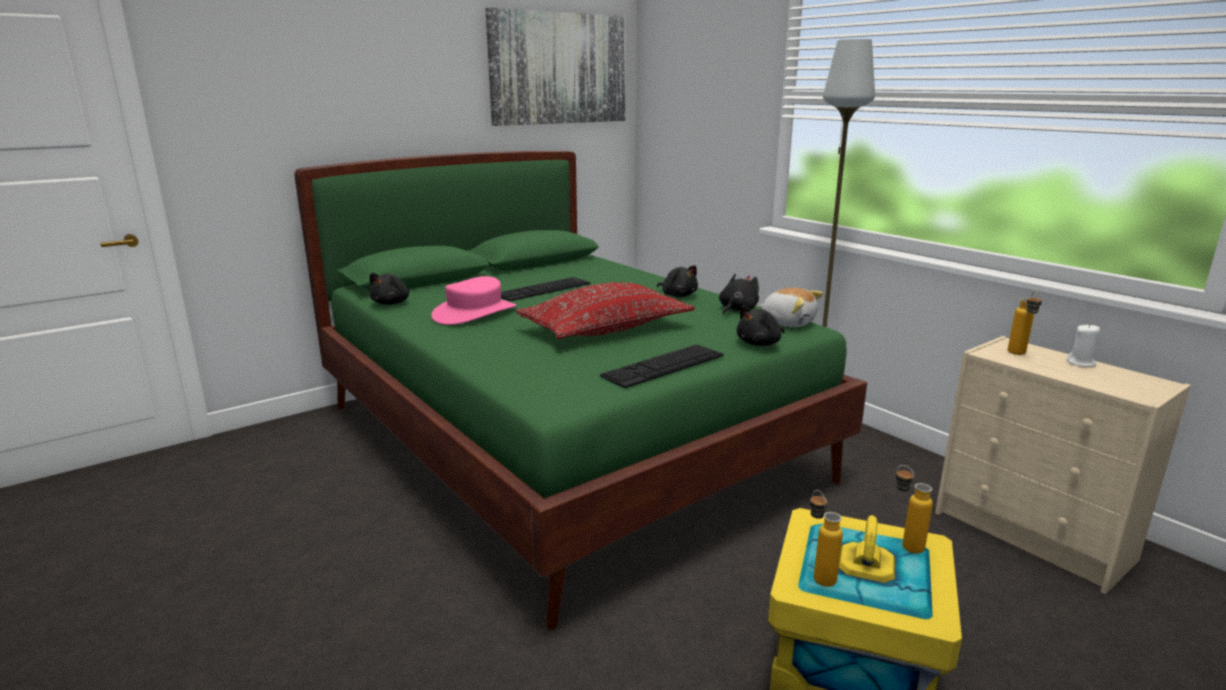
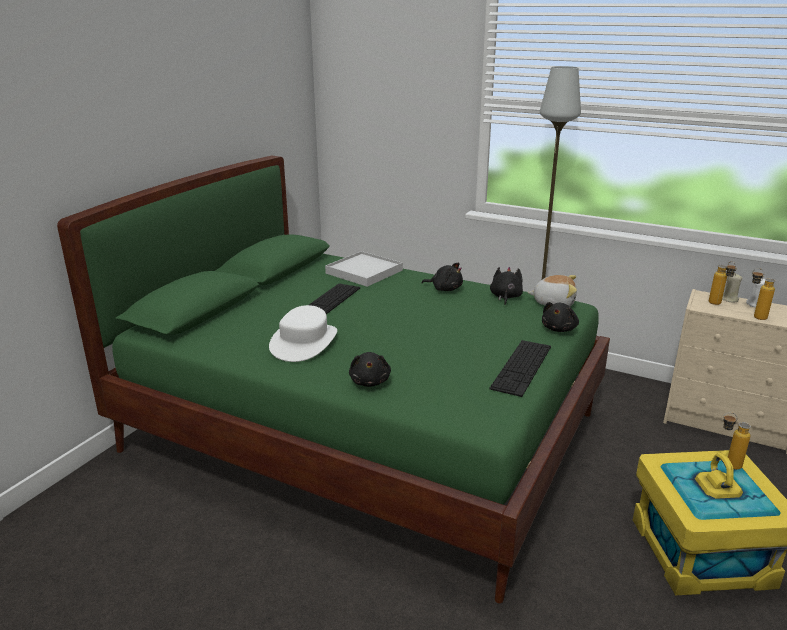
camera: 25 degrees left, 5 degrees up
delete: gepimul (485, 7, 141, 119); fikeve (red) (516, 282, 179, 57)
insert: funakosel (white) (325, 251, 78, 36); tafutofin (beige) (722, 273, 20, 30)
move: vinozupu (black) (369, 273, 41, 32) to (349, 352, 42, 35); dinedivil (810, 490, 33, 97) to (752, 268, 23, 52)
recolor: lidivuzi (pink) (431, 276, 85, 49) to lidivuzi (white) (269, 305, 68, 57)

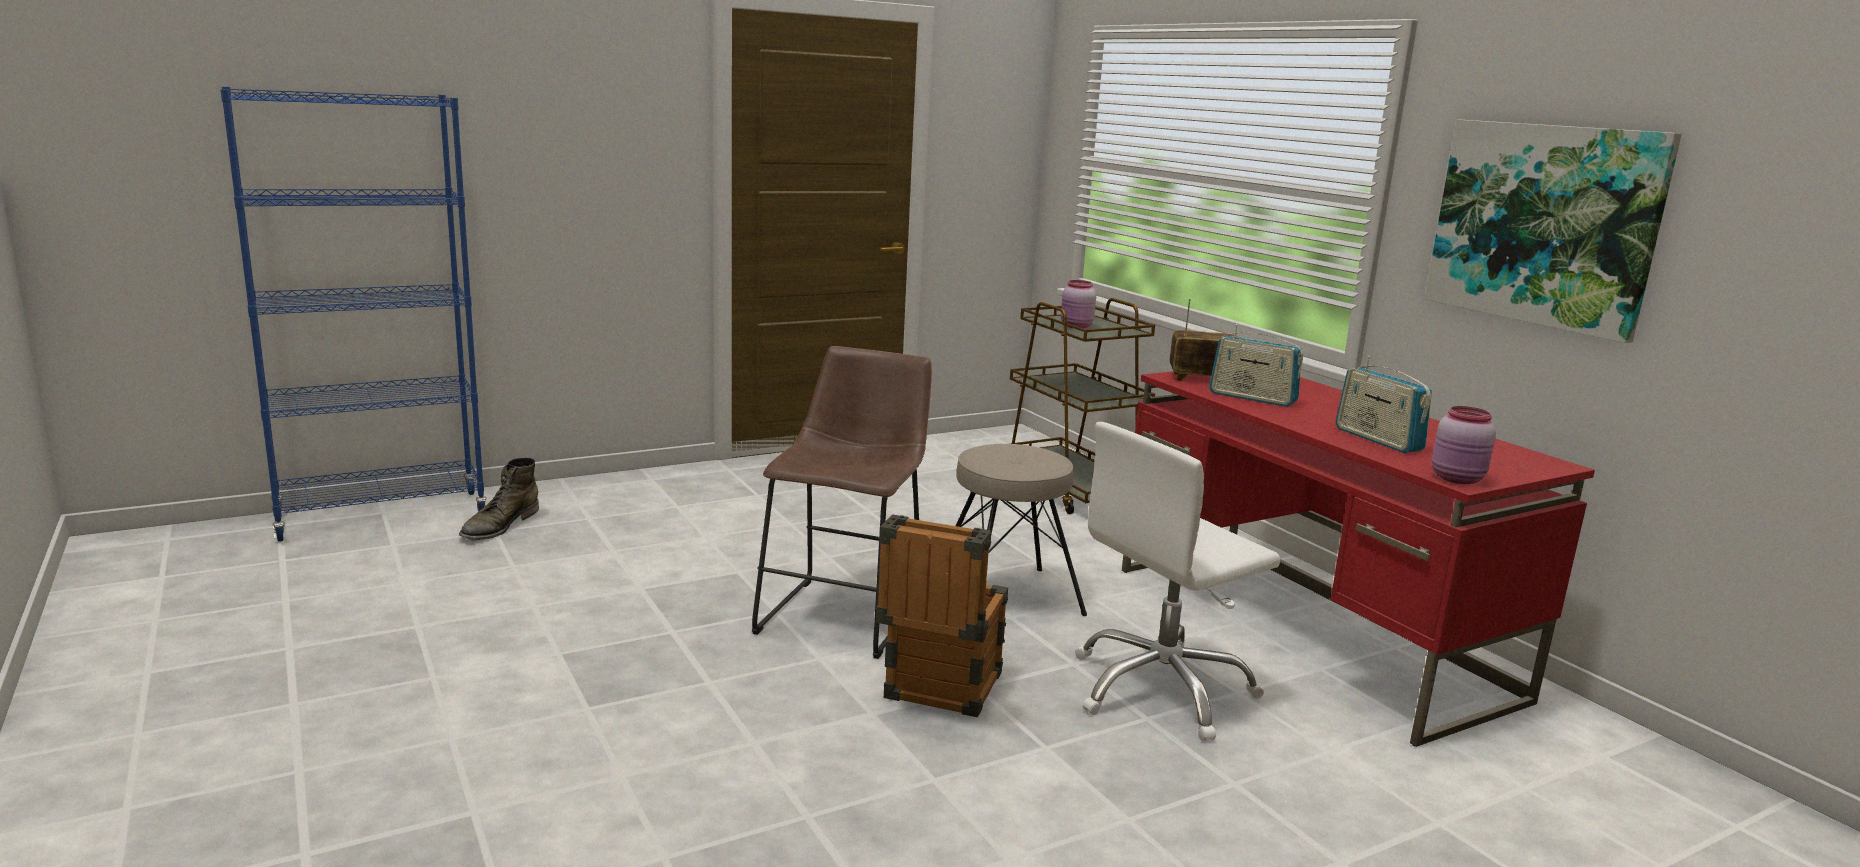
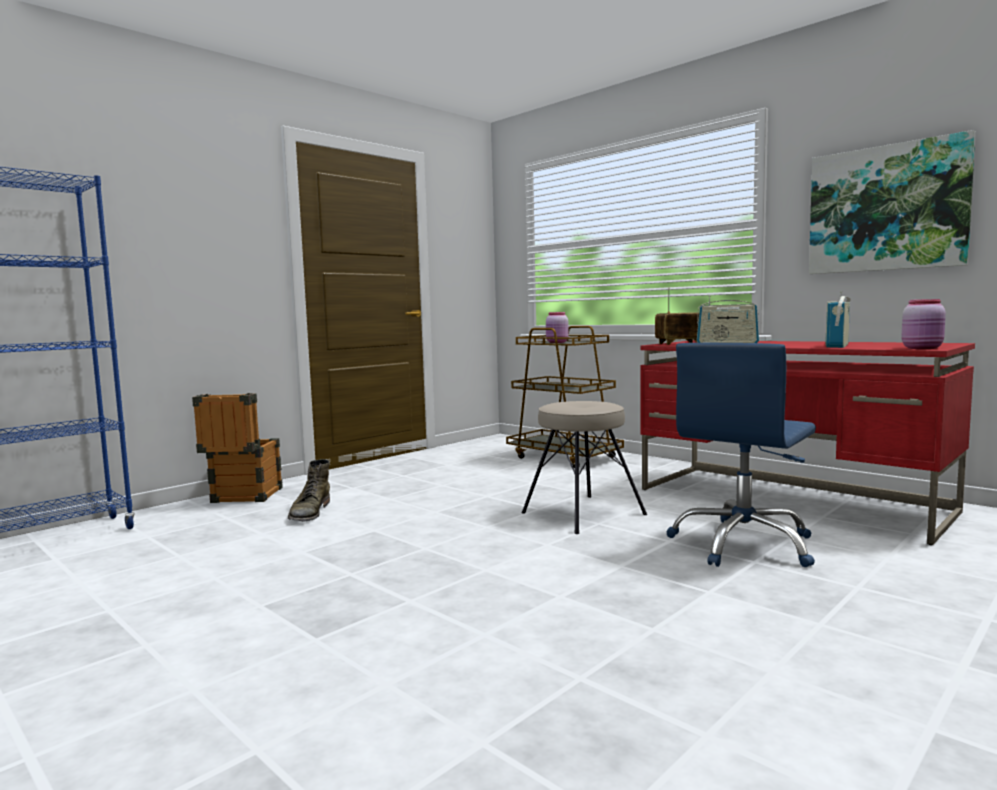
camera: 15 degrees left, 10 degrees down
delete: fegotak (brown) (752, 346, 180, 313)
move: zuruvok (876, 514, 132, 203) to (192, 393, 91, 110); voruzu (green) (459, 457, 80, 83) to (288, 459, 42, 63)
recolor: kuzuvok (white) (1075, 422, 206, 319) to kuzuvok (blue) (666, 343, 150, 224)
rotate: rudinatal (1336, 356, 96, 97) = (825, 291, 25, 57) 75 degrees clockwise

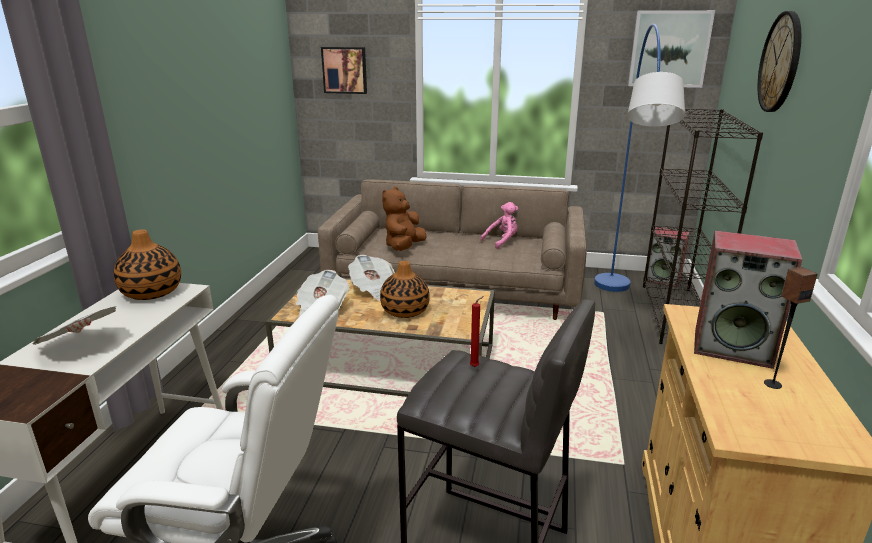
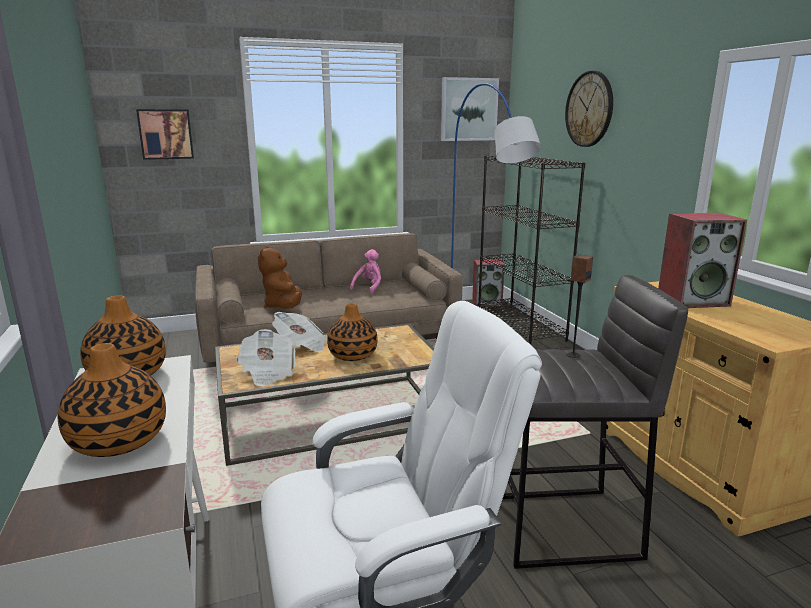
camera: 30 degrees left, 5 degrees down
delete: tafutofin (red) (470, 296, 14, 71)
move: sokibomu (764, 267, 53, 122) to (567, 255, 26, 103)
replace: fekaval (32, 307, 84, 38) to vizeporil (58, 343, 108, 114)

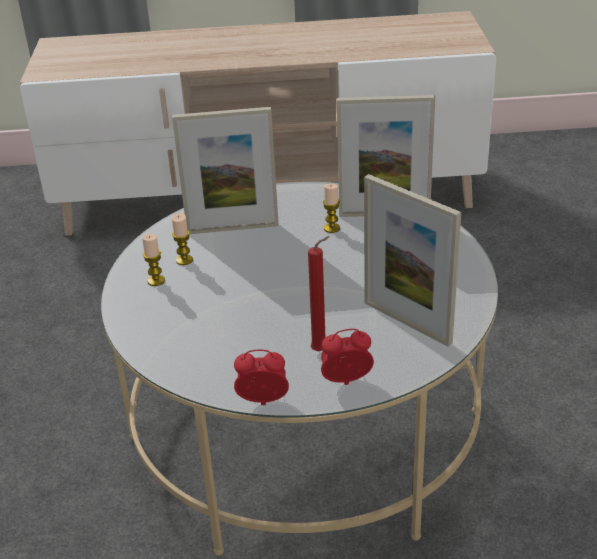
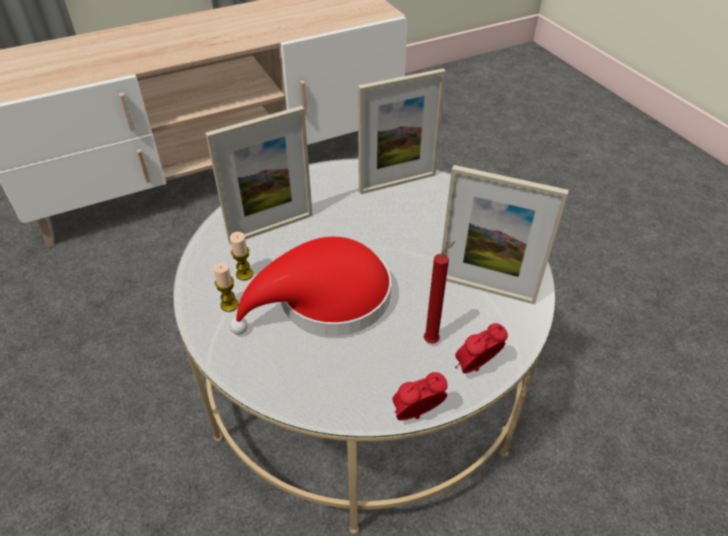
camera: 25 degrees left, 10 degrees up
delete: tafutofin (323, 183, 17, 50)
insert: lidivuzi (red) (230, 237, 161, 99)

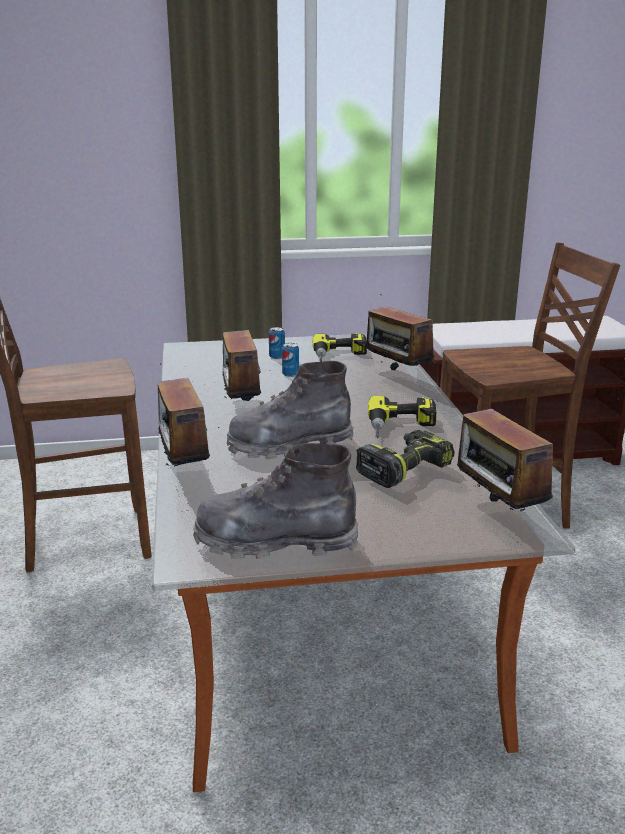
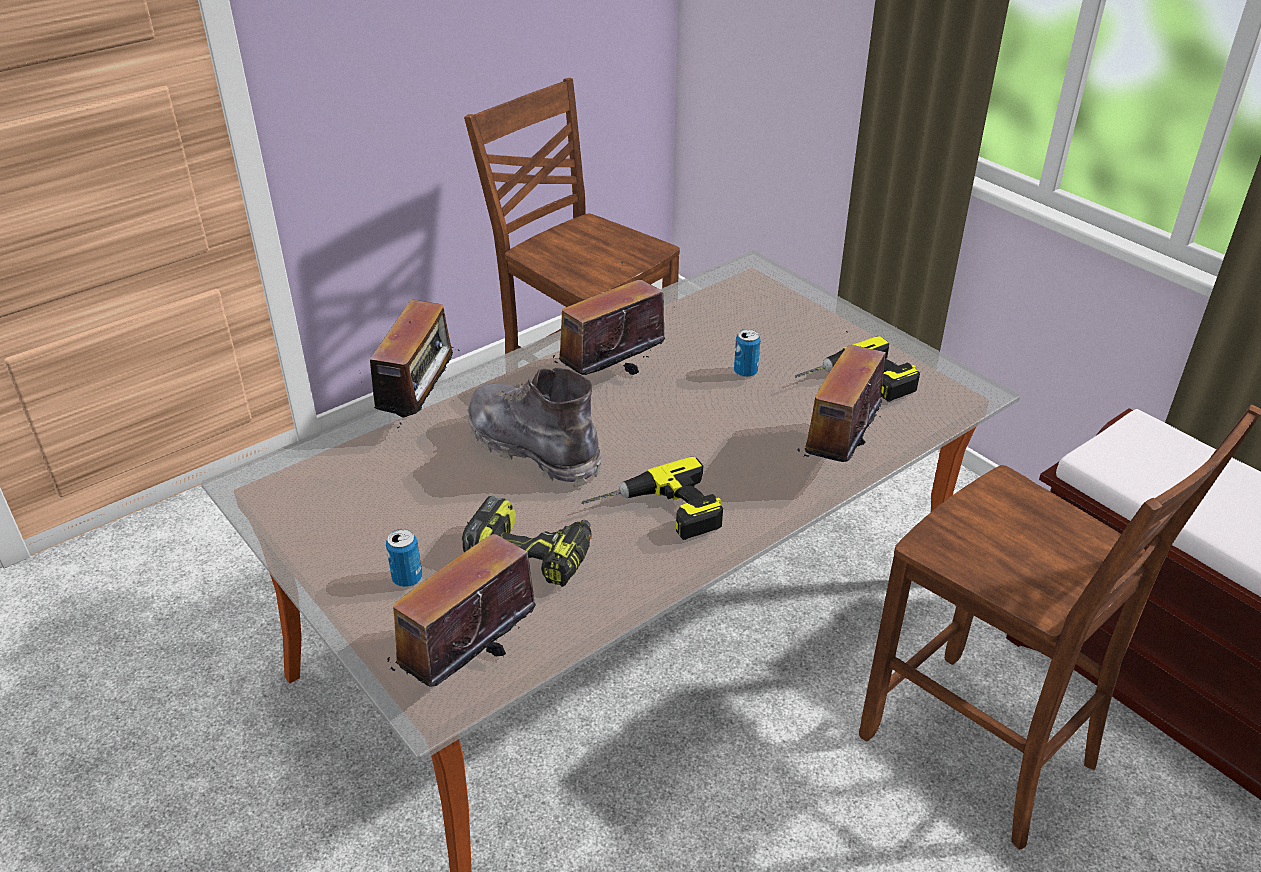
camera: 60 degrees right, 15 degrees up
delete: voruzu (grey) (193, 443, 165, 117)
move: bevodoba (269, 327, 16, 32) to (386, 529, 36, 58)
rotate: rudinatal (142, 363, 77, 104) = (360, 299, 100, 129) 150 degrees clockwise

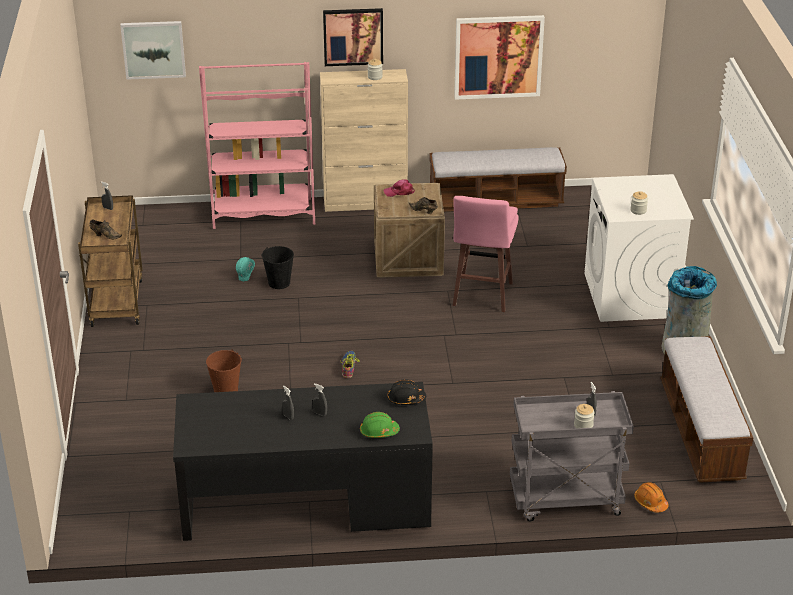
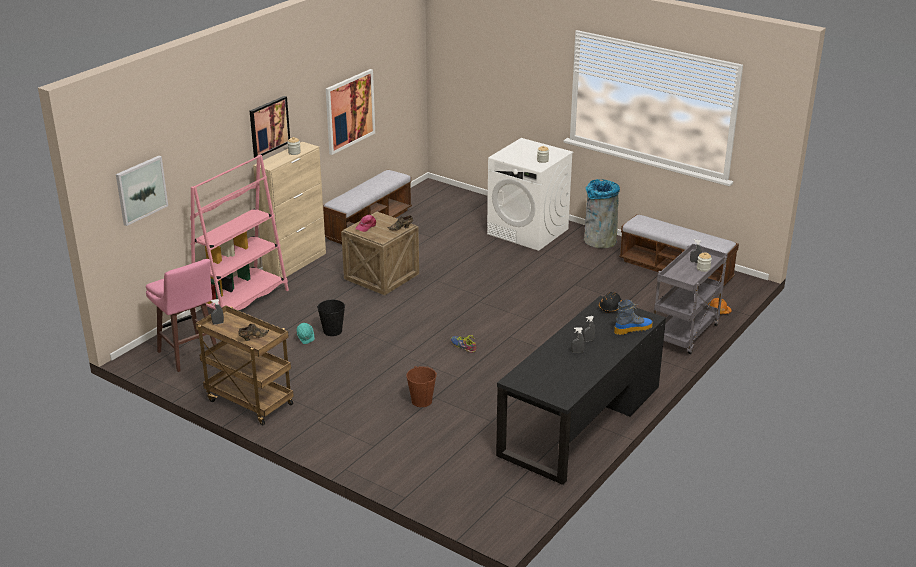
camera: 50 degrees left, 5 degrees down
move: fegotak (pink) (452, 196, 67, 116) to (146, 259, 71, 113)
replace: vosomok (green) (360, 412, 40, 26) to voruzu (614, 300, 38, 35)

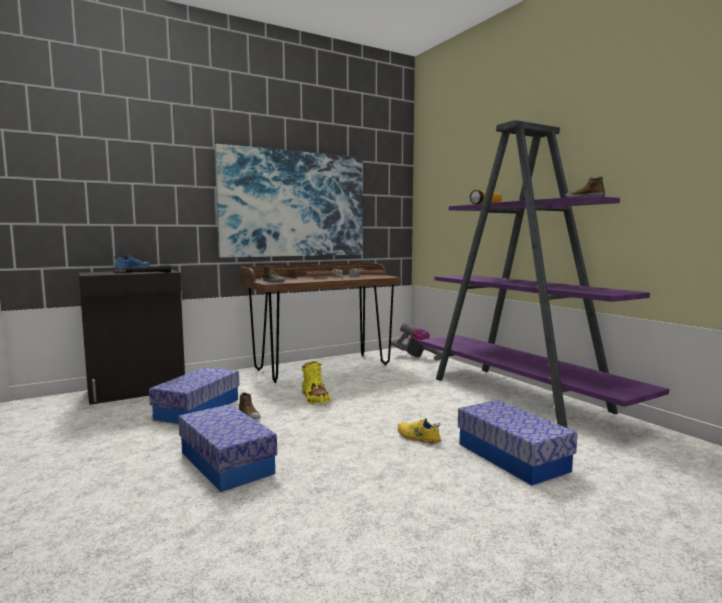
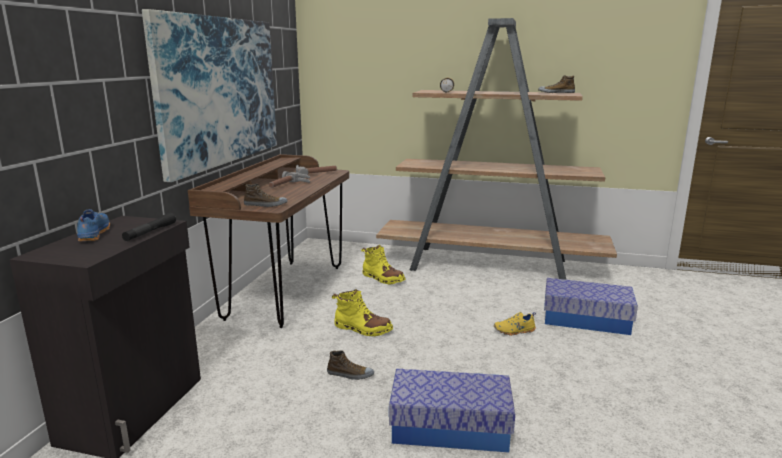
camera: 45 degrees left, 10 degrees up
delete: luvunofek (149, 367, 90, 57); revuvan (391, 323, 52, 38)
insert: voruzu (yellow) (361, 245, 45, 39)
recolor: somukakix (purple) (419, 120, 250, 308) to somukakix (brown) (376, 18, 241, 262)

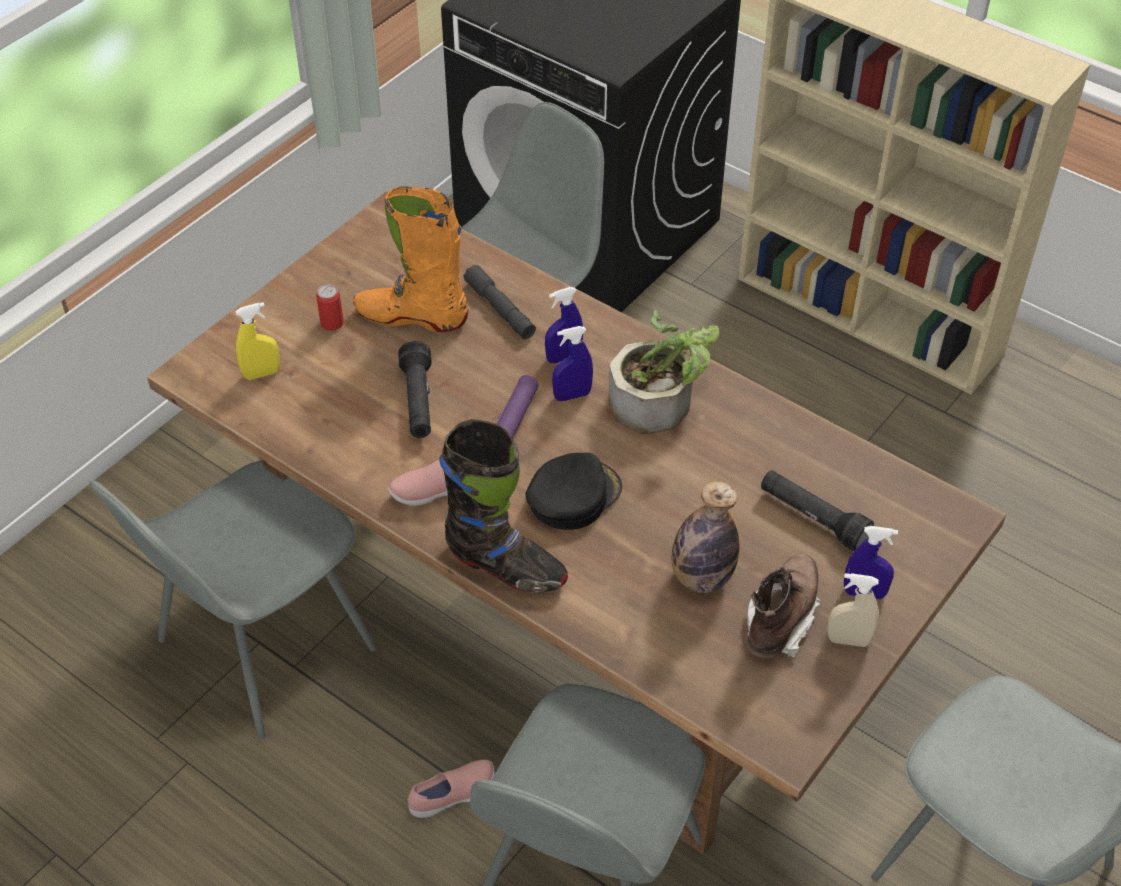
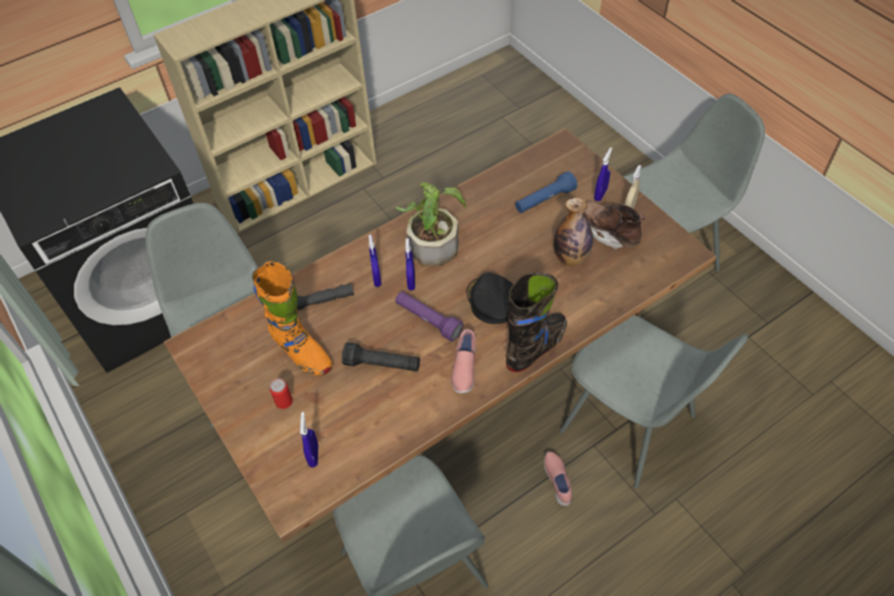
camera: 70 degrees left, 5 degrees up
recolor: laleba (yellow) (235, 302, 45, 78) to laleba (blue) (300, 412, 18, 56); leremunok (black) (761, 470, 113, 81) to leremunok (blue) (515, 171, 62, 42)
rotate: voruzu (orange) (353, 186, 115, 146) = (252, 261, 80, 114) 75 degrees counterclockwise

